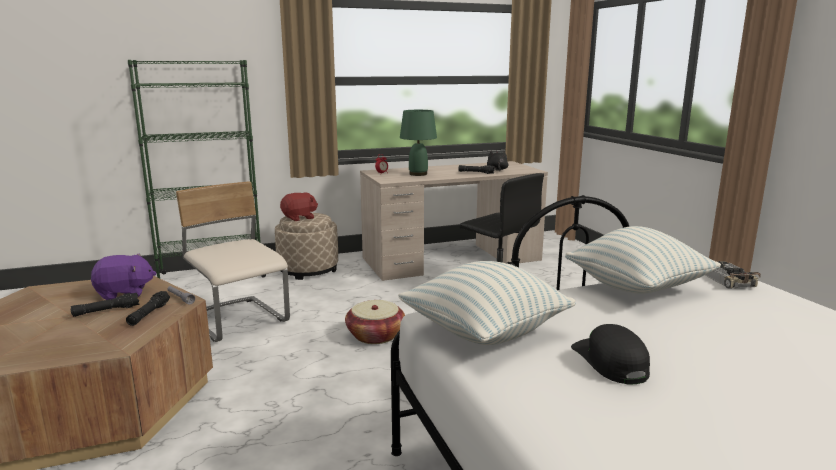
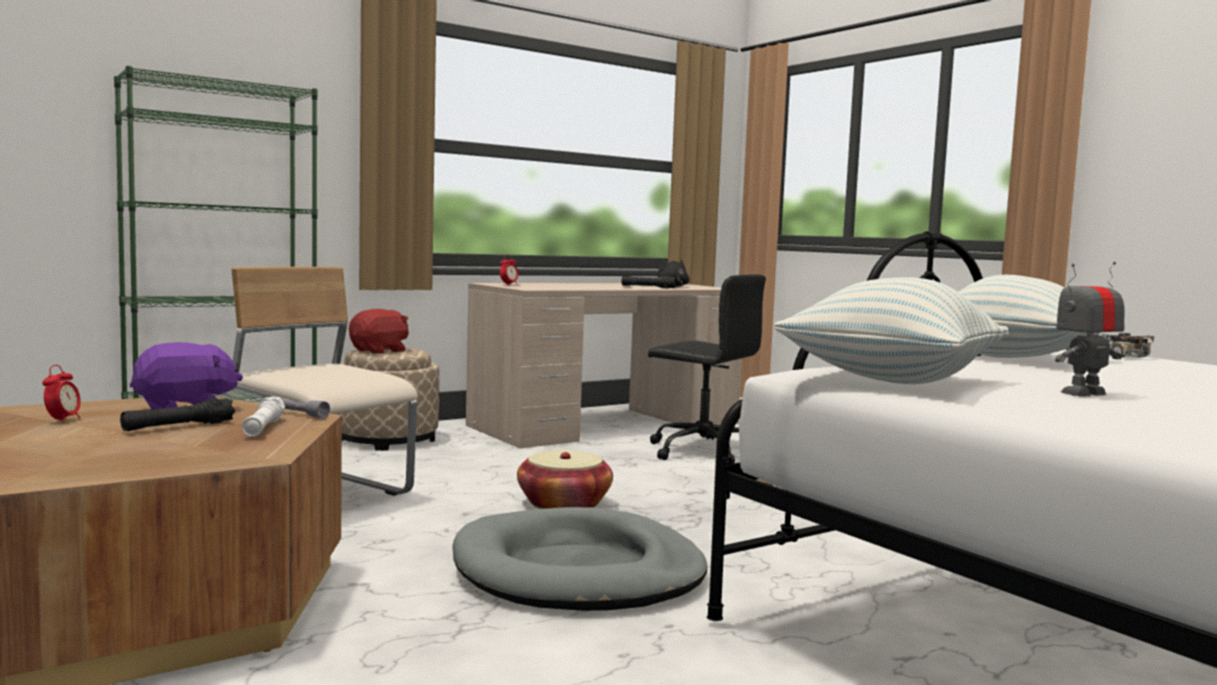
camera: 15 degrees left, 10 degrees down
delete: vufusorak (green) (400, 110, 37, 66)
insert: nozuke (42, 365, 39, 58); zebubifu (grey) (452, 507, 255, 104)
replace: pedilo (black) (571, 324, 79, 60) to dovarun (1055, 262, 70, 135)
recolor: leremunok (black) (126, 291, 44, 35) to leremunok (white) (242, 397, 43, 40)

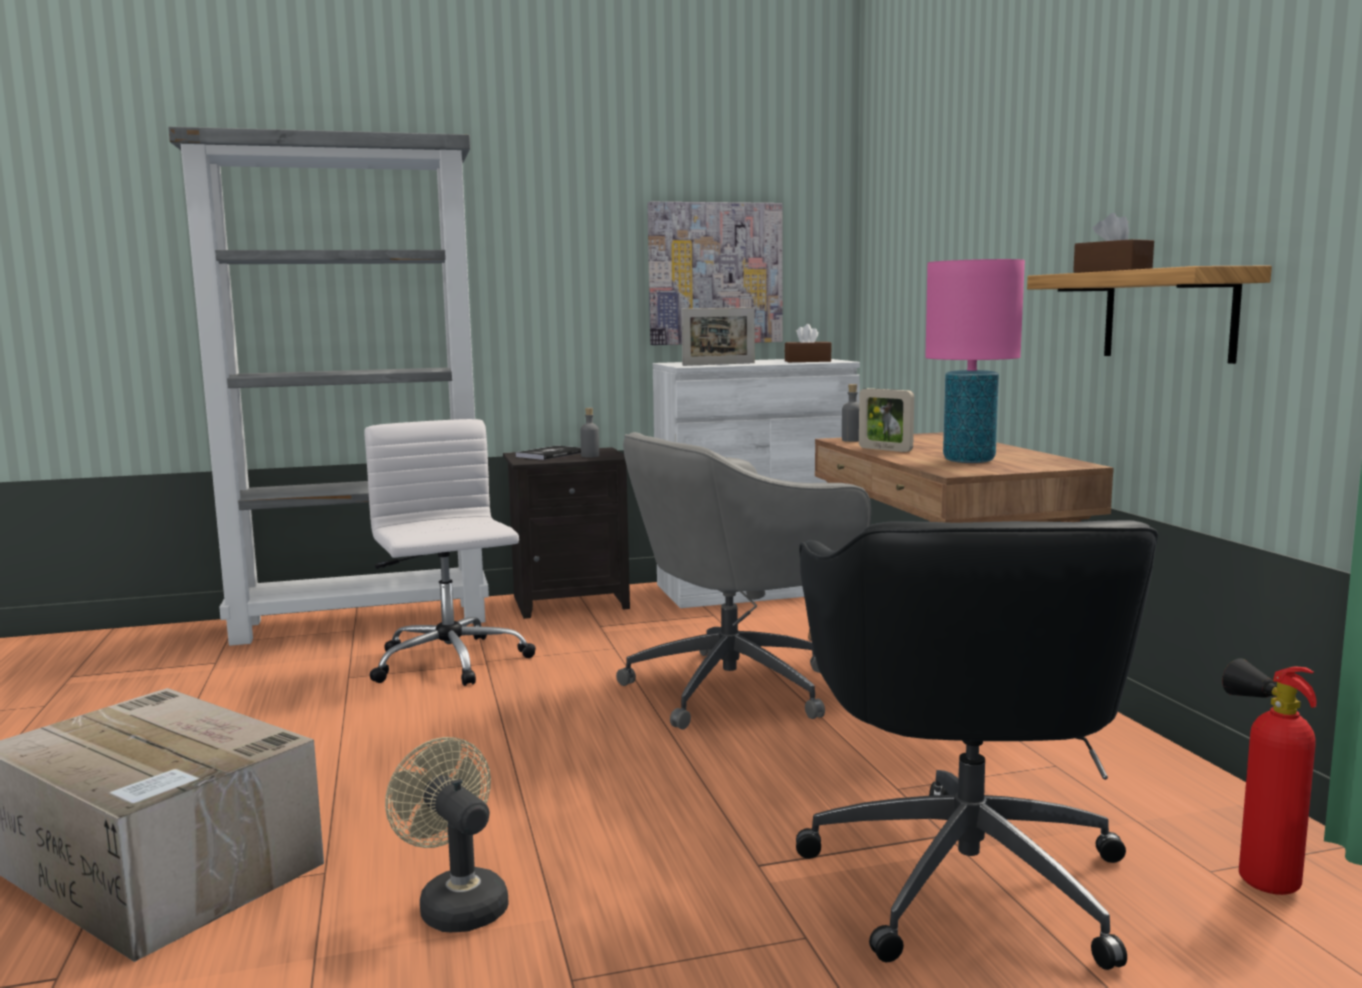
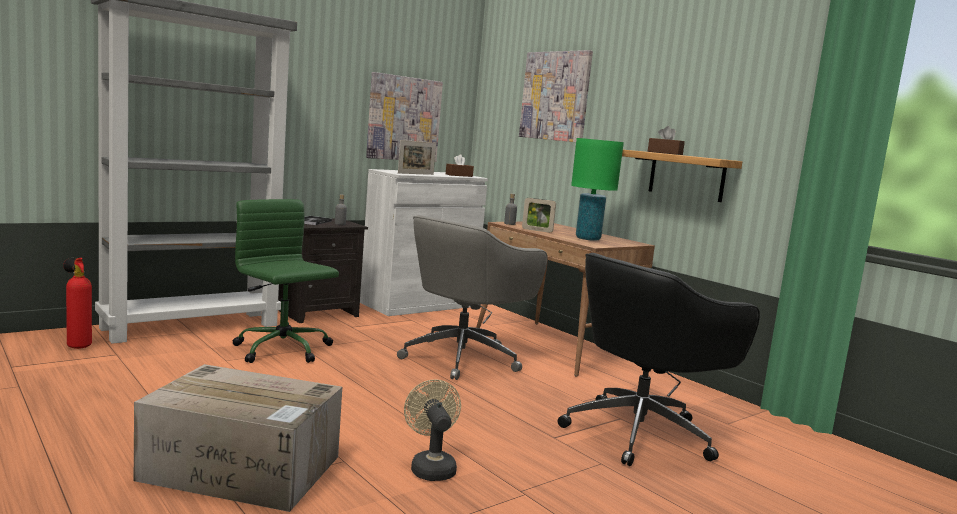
camera: 25 degrees left, 0 degrees up
insert: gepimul (519, 50, 74, 92)
move: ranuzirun (1222, 658, 95, 237) to (63, 258, 29, 91)
recolor: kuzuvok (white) (364, 419, 172, 267) to kuzuvok (green) (233, 199, 106, 164); vufusorak (pink) (925, 259, 100, 204) to vufusorak (green) (571, 138, 53, 103)
rotate: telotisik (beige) (385, 737, 124, 195) = (404, 379, 57, 102) 45 degrees clockwise; kuzuvok (black) (796, 520, 362, 450) = (558, 253, 202, 213) 75 degrees clockwise

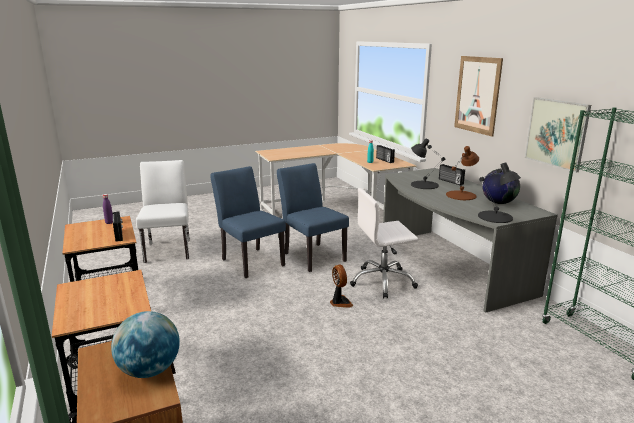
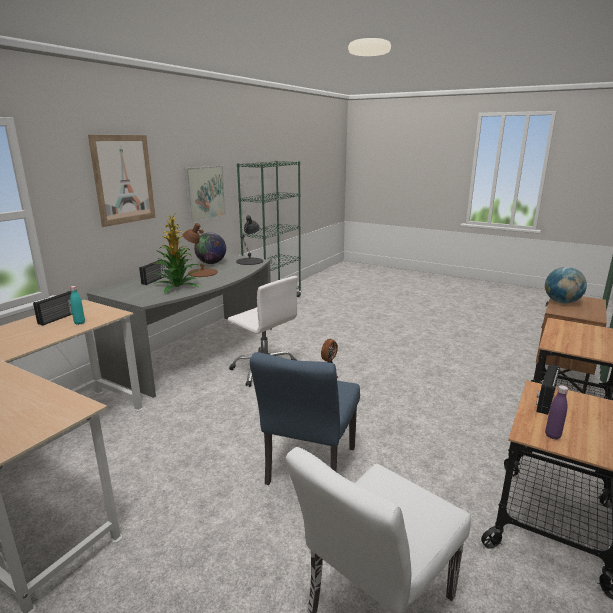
camera: 125 degrees left, 0 degrees up
delete: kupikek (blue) (277, 163, 72, 109)
replace: vufusorak (black) (411, 139, 34, 50) to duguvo (154, 214, 47, 79)

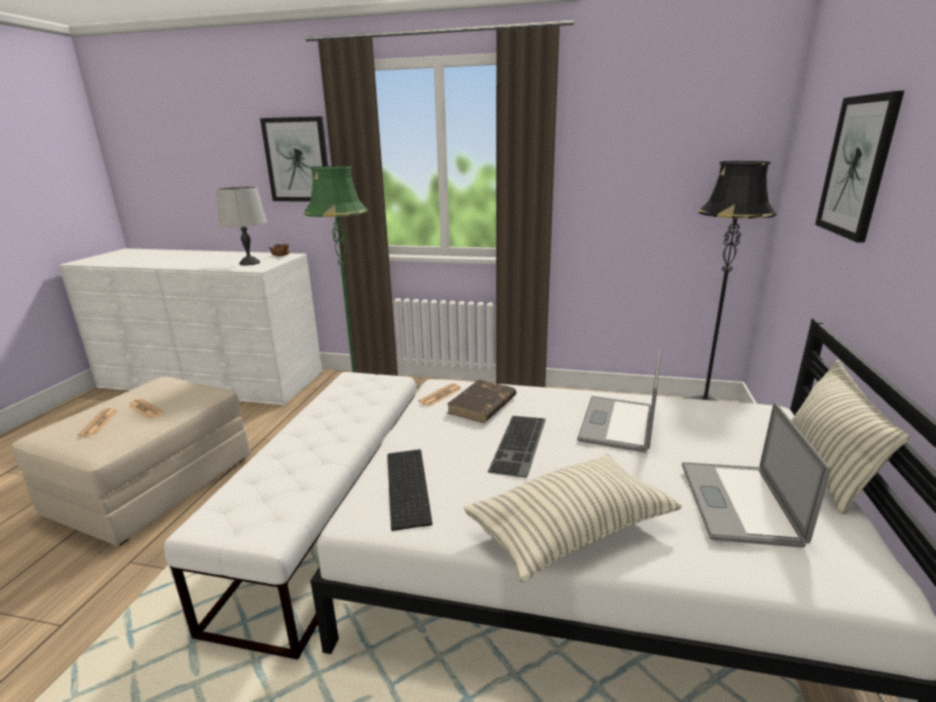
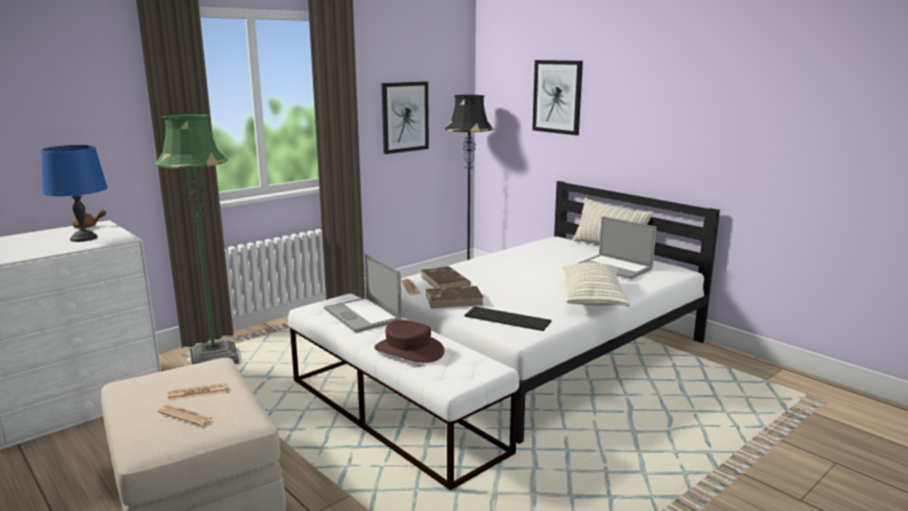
camera: 55 degrees left, 5 degrees down
delete: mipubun (488, 416, 58, 62)
insert: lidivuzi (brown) (374, 320, 70, 43); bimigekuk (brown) (426, 286, 57, 22)
move: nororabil (577, 350, 84, 103) to (324, 254, 78, 78); gepimul (260, 116, 68, 85) to (382, 81, 47, 73)
recolor: vufusorak (grey) (216, 187, 51, 78) to vufusorak (blue) (41, 145, 67, 97)

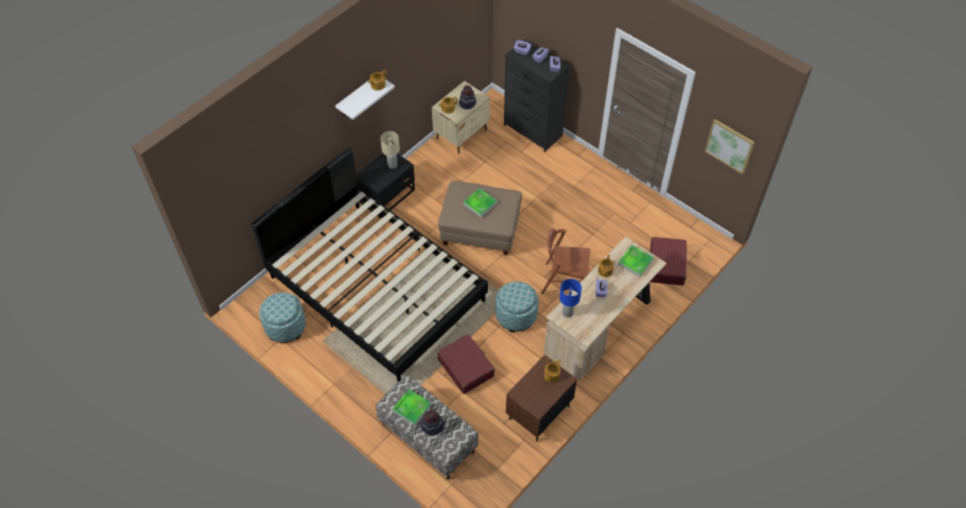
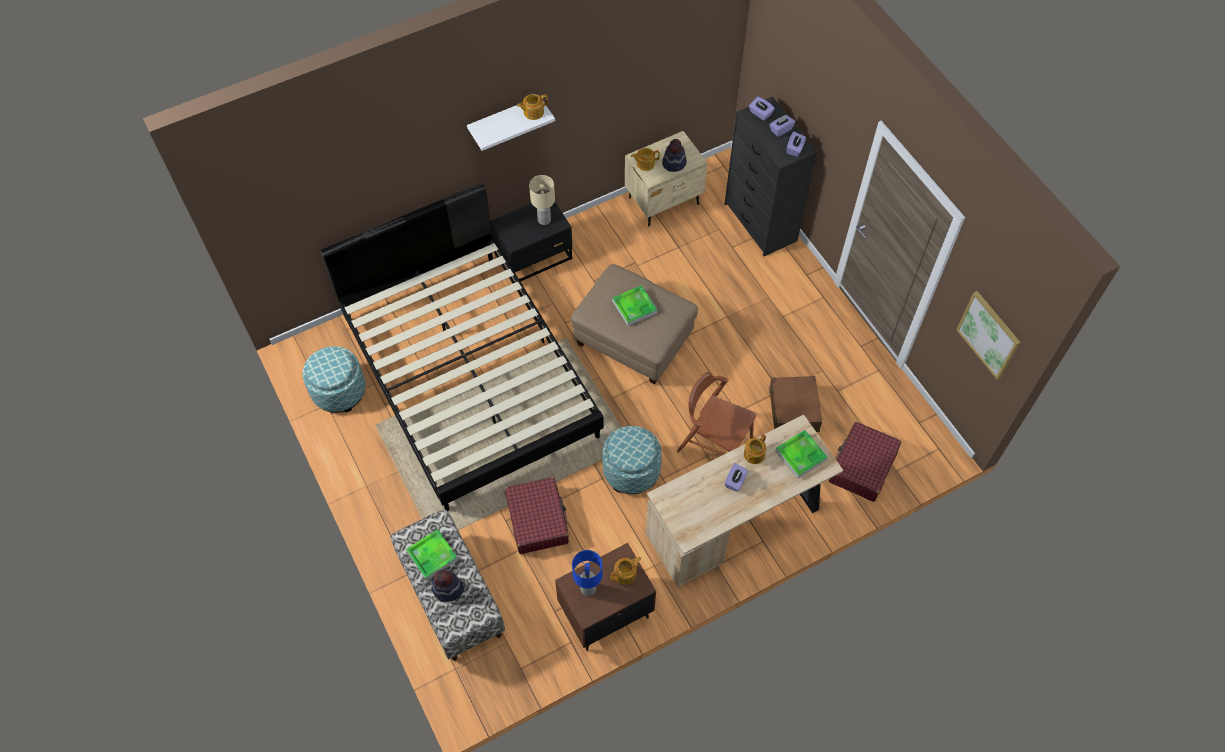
camera: 20 degrees right, 5 degrees up
insert: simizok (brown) (769, 376, 53, 56)
move: vufusorak (blue) (559, 279, 23, 38) to (572, 550, 31, 46)

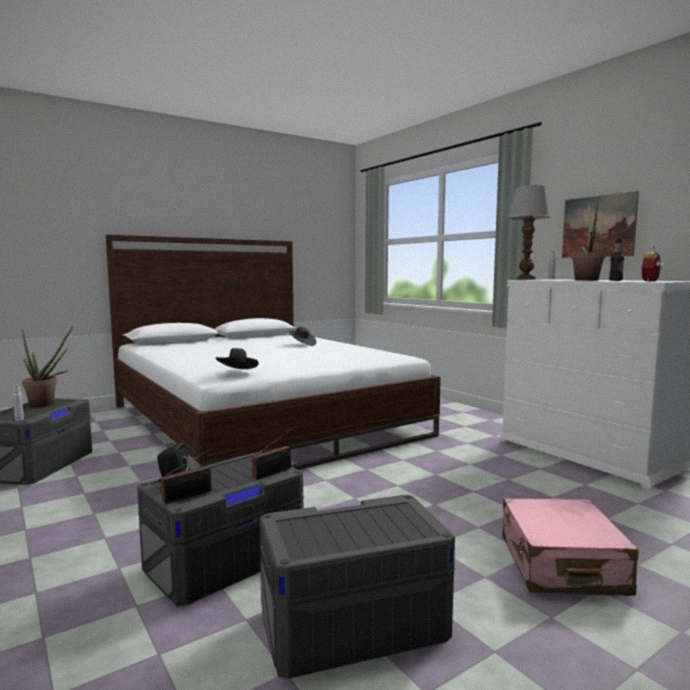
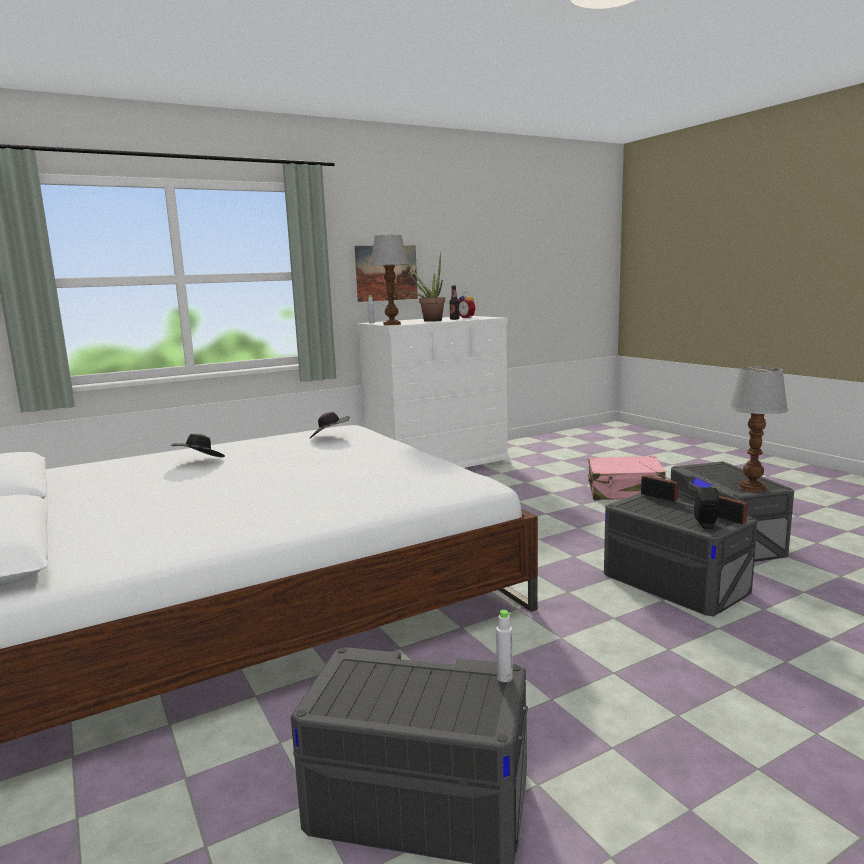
camera: 85 degrees left, 5 degrees up
delete: duguvo (22, 326, 51, 81)
insert: vufusorak (729, 367, 59, 125)
move: lidivuzi (black) (216, 348, 43, 21) to (310, 412, 40, 26)

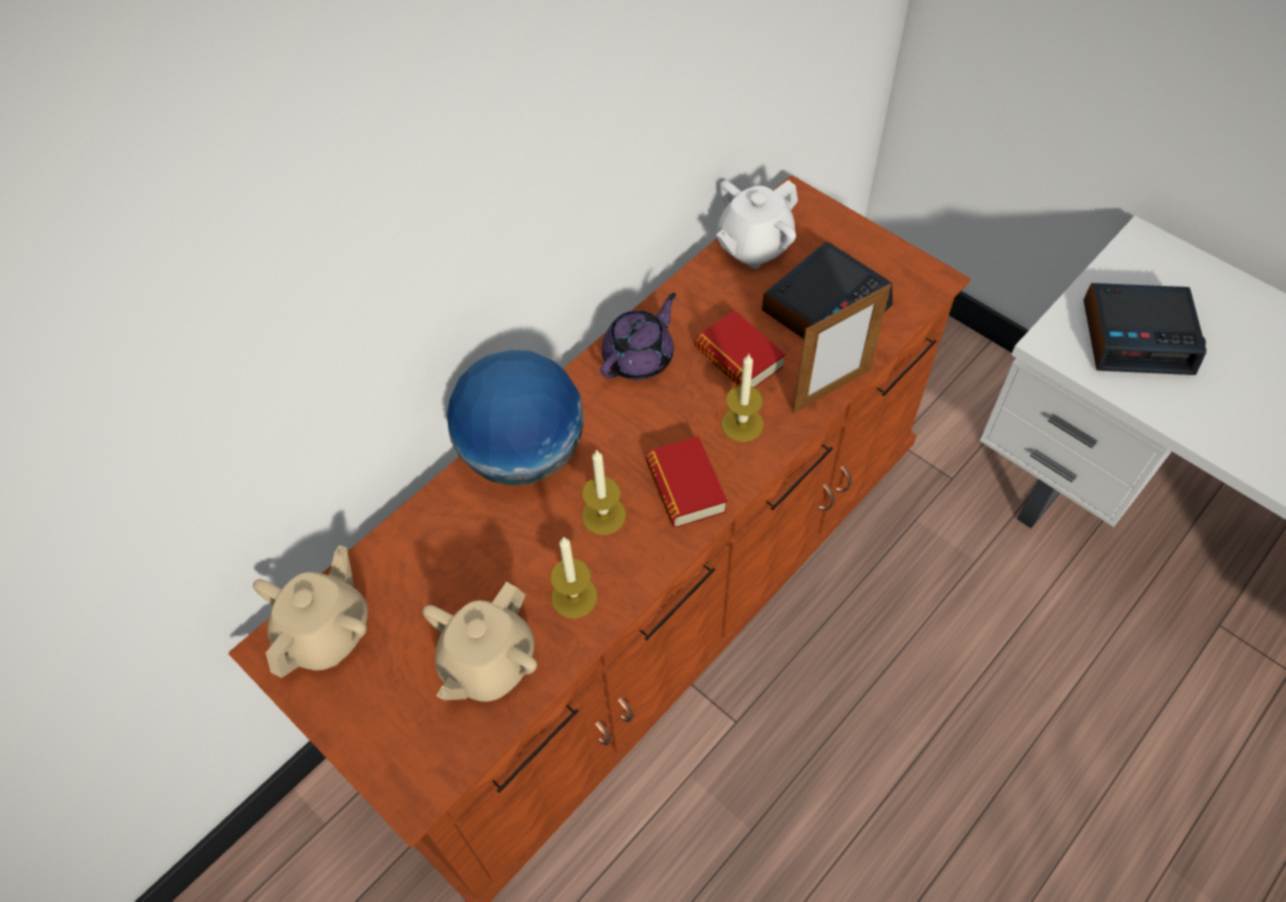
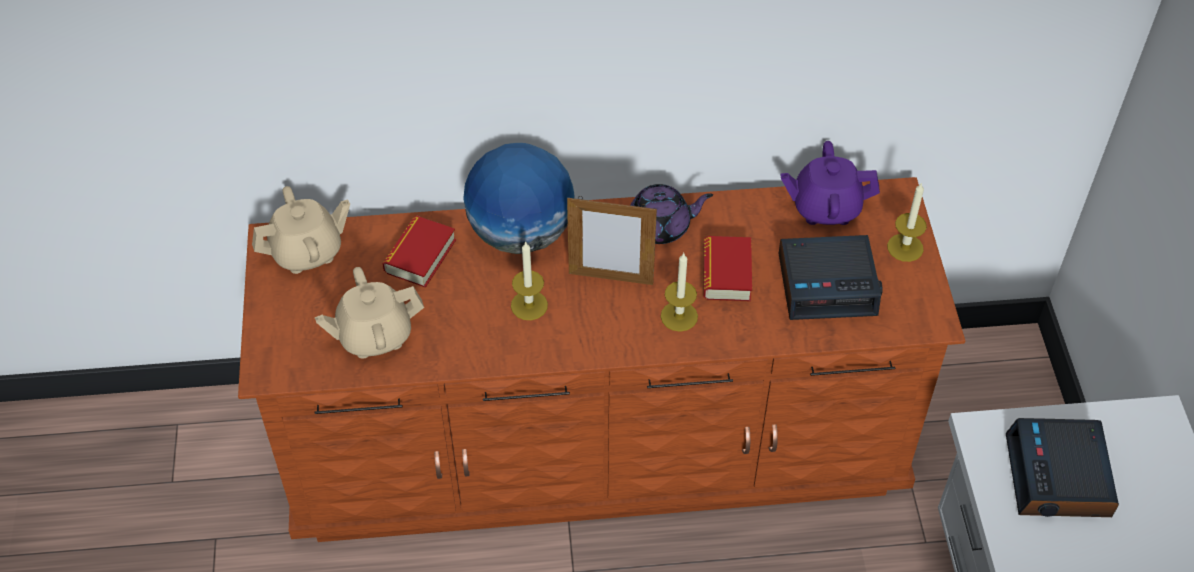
camera: 40 degrees right, 5 degrees down
move: bimigekuk (646, 436, 81, 92) to (383, 216, 73, 72); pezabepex (792, 283, 99, 131) to (567, 196, 90, 89); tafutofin (550, 537, 48, 82) to (887, 182, 40, 80)
recolor: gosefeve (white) (716, 180, 82, 89) to gosefeve (purple) (780, 141, 100, 84)
rotate: nozuke (1083, 283, 123, 92) = (1006, 418, 113, 99) 45 degrees clockwise

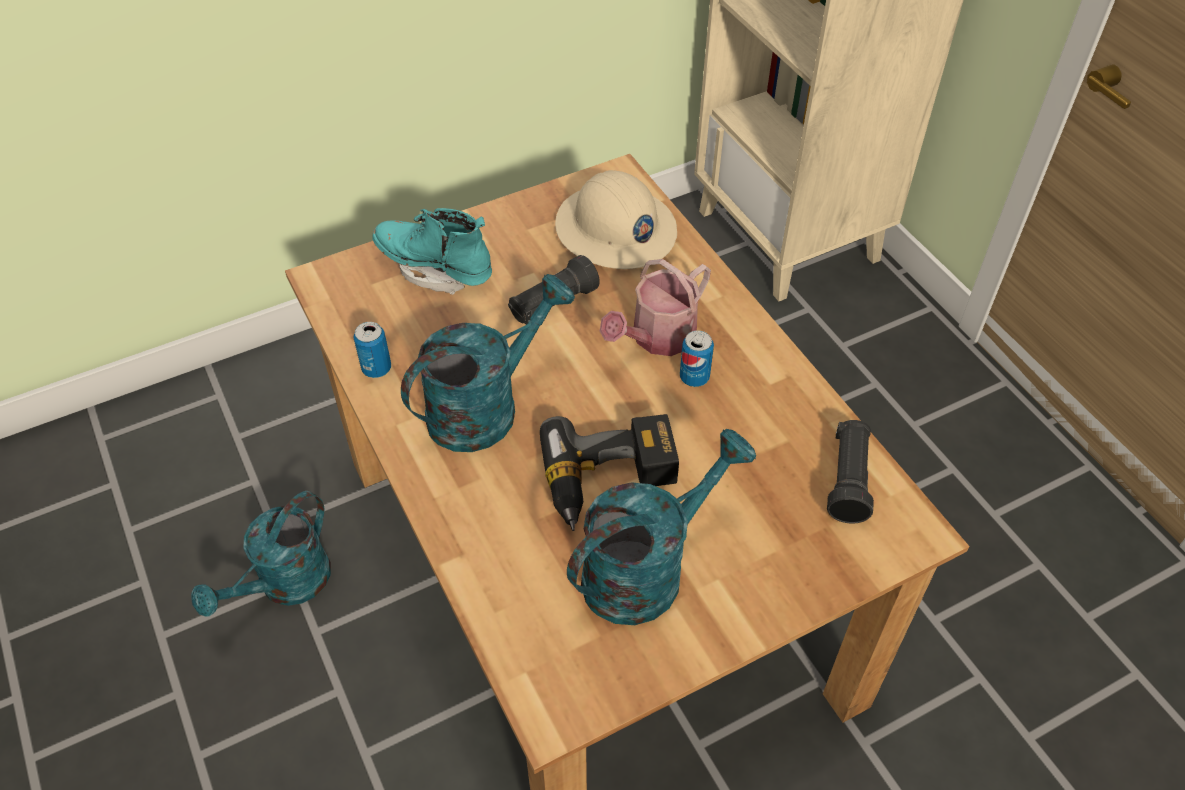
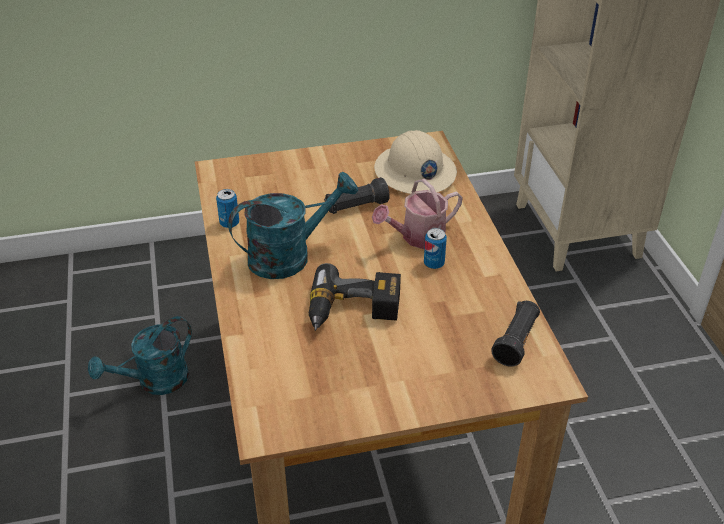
camera: 15 degrees right, 10 degrees down
delete: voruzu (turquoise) (372, 208, 120, 87); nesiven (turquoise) (567, 429, 189, 196)

